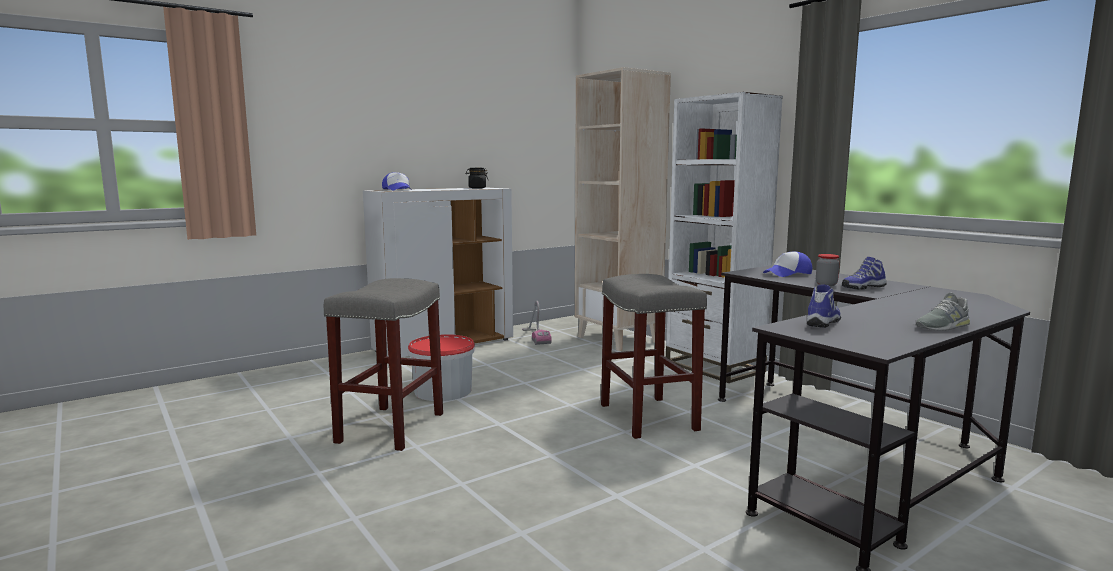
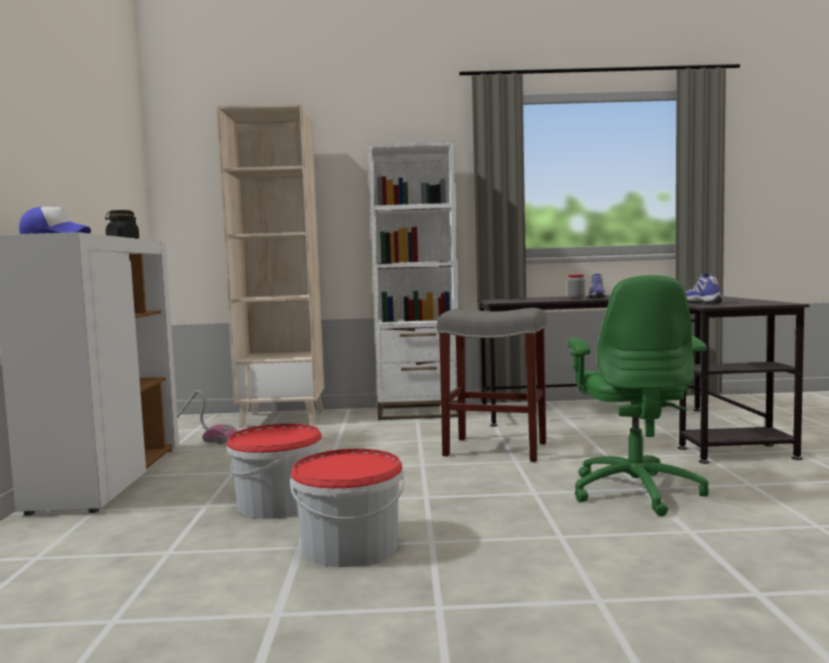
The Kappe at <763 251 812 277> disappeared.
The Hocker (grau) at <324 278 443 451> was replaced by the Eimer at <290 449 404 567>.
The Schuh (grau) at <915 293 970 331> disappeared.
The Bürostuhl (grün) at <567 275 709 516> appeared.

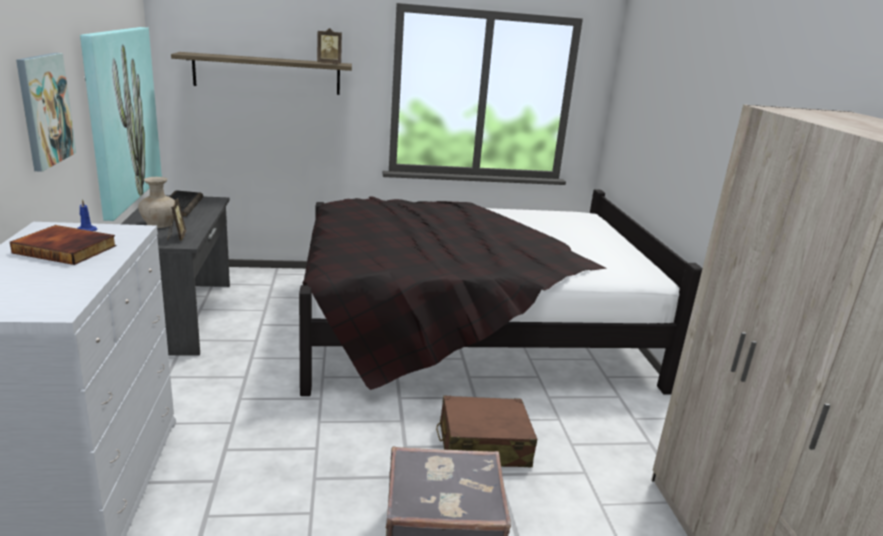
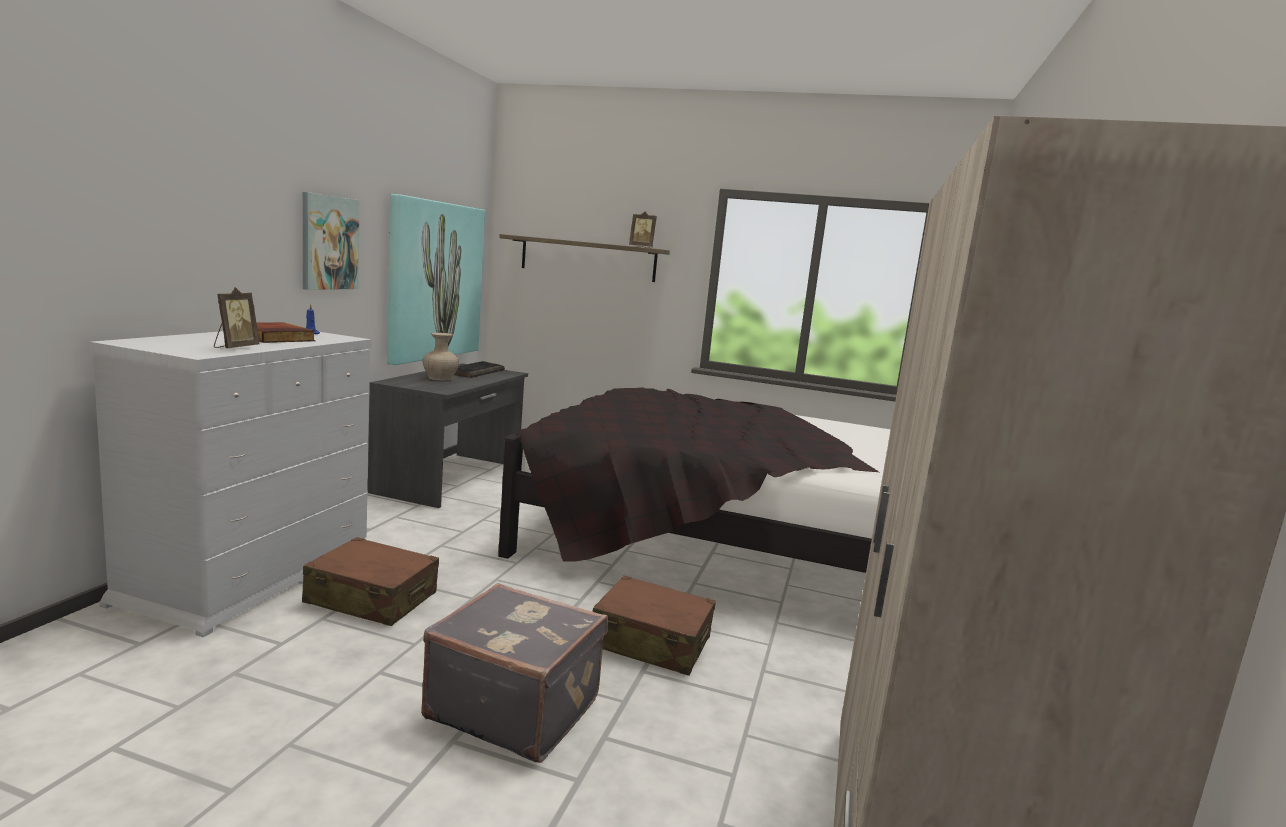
The Bilderrahmen moved from <167 199 186 241> to <214 287 259 348>.
The Koffer (braun) at <302 537 439 626> appeared.

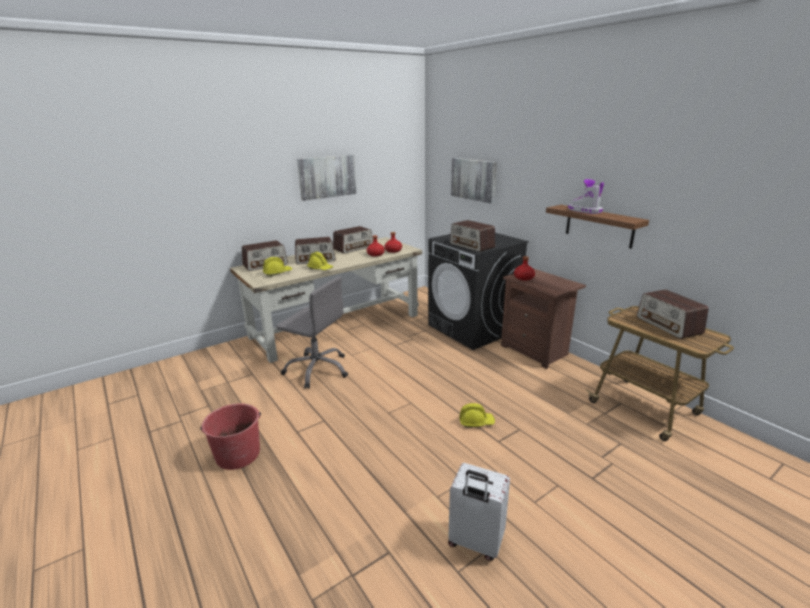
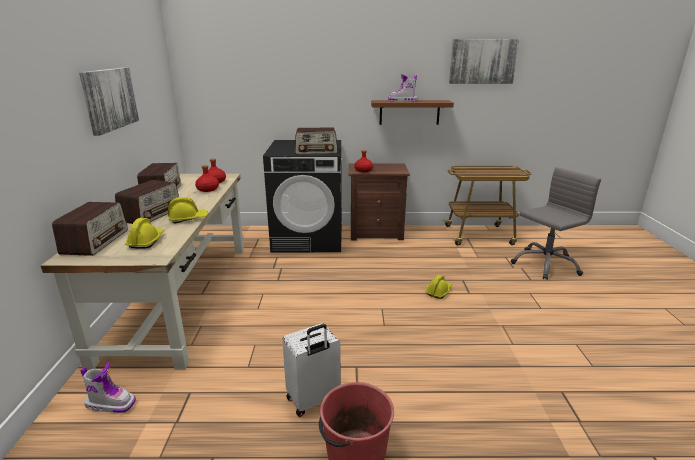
The Bild moved from <451 158 497 204> to <449 39 519 84>.
The Bürostuhl (grau) moved from <276 277 348 389> to <511 167 601 280>.
The Radio at <637 289 708 339> disappeared.
The Koffer (weiß) moved from <448 463 510 561> to <282 323 341 417>.
The Stiefel at <80 362 136 413> appeared.

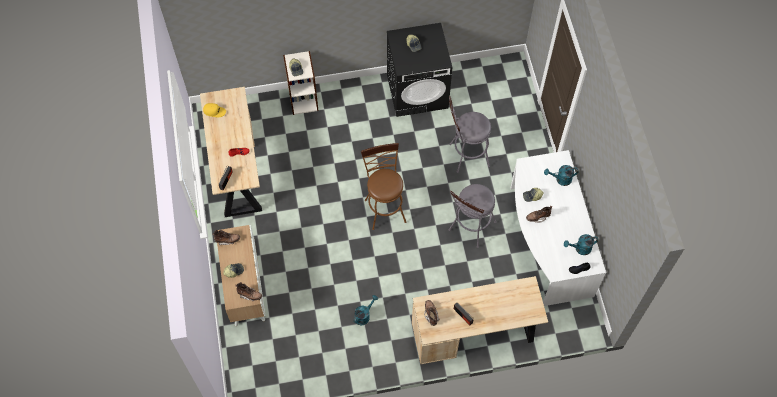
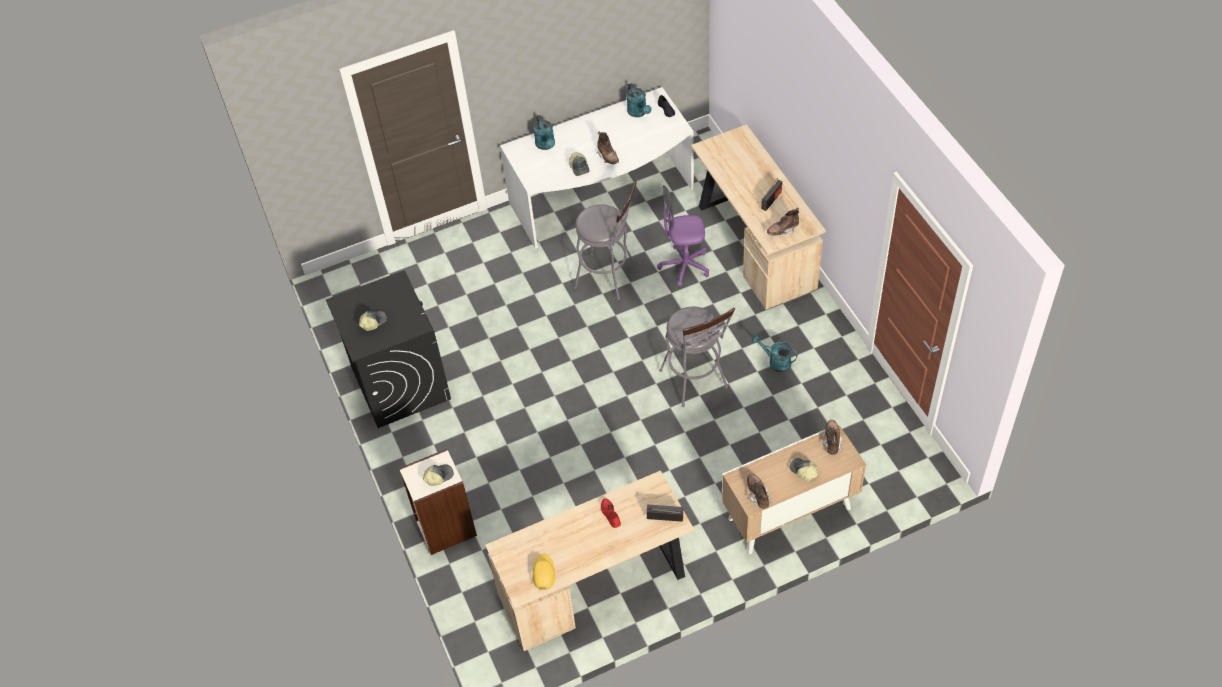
The Hocker (grau) moved from <449 96 491 173> to <659 307 735 407>.
The Hocker (braun) at <361 143 407 230> disappeared.
The Bürostuhl (lila) at <657 185 709 287> appeared.

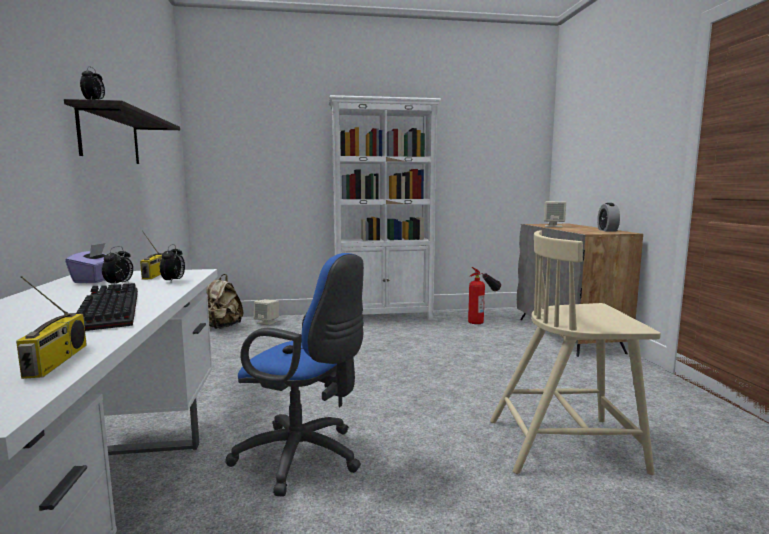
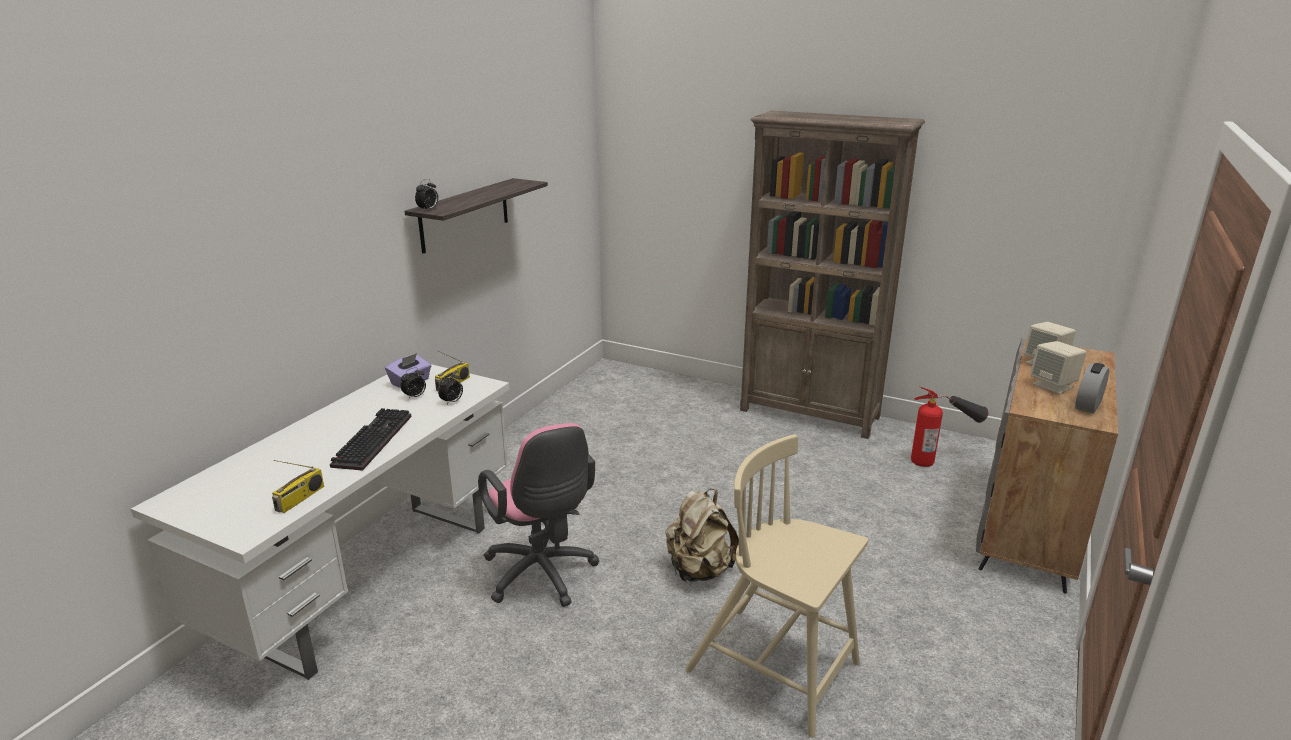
The Bücherregal (weiß) at <329 95 441 320> became the Bücherregal (braun) at <740 111 925 439>.
The Bürostuhl (blau) at <225 253 364 496> became the Bürostuhl (rosa) at <478 423 599 607>.
The Rucksack (beige) moved from <206 274 243 329> to <665 489 739 582>.
The Lautsprecher (beige) moved from <254 299 279 325> to <1030 341 1087 394>.

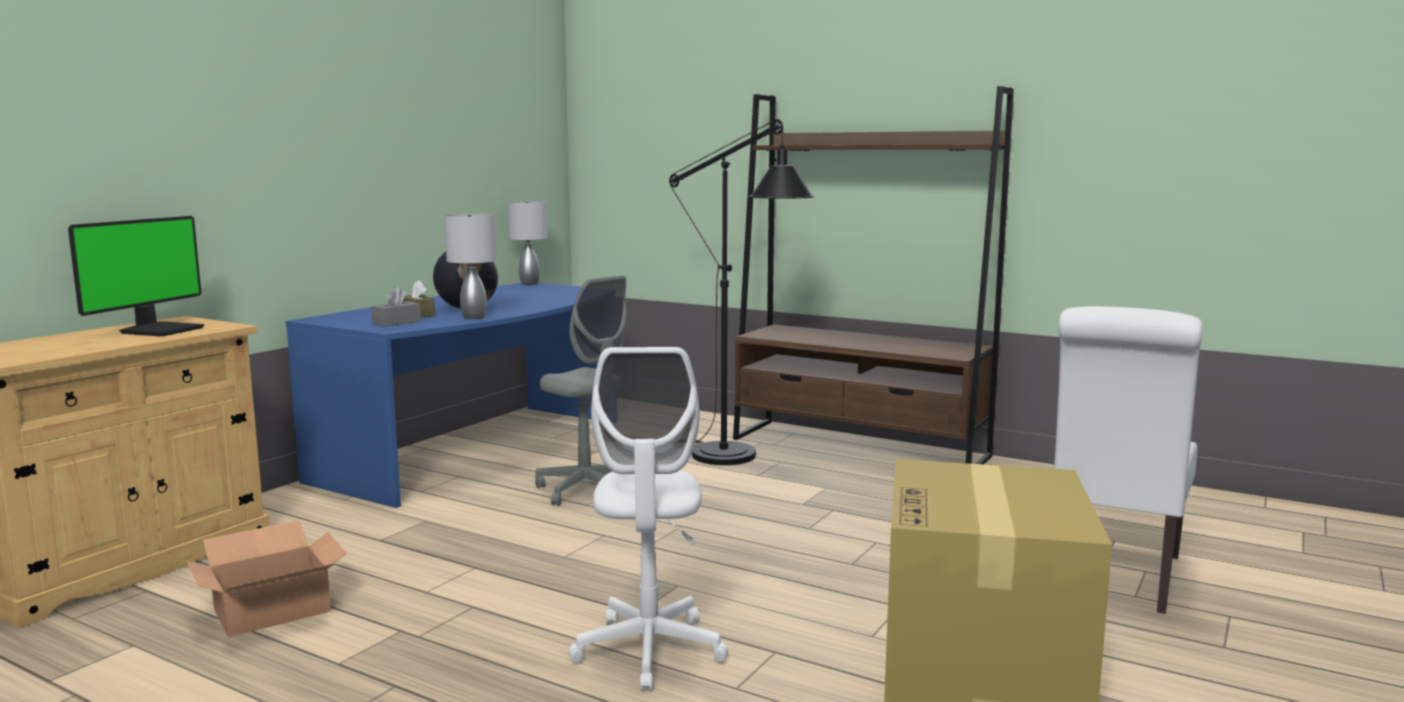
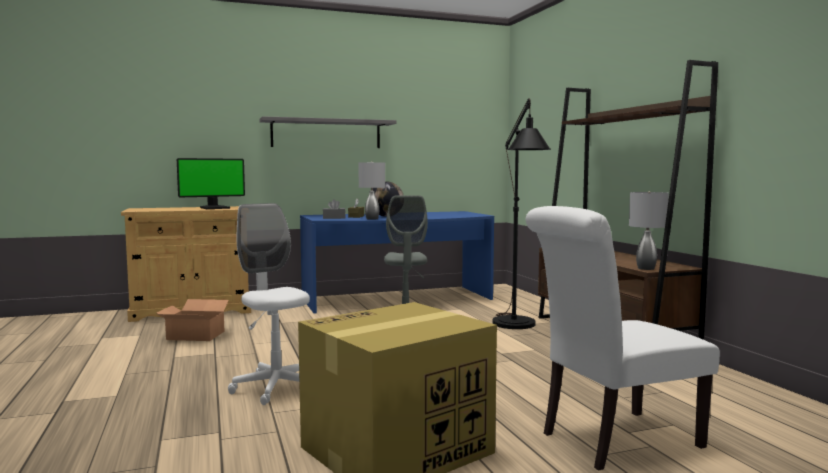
The Tischlampe (grau) moved from <507 201 548 285> to <629 191 669 270>.
The Bürostuhl (weiß) at <568 347 728 691> turned 105 degrees clockwise.
The Wandregal (grau) at <260 116 396 148> appeared.

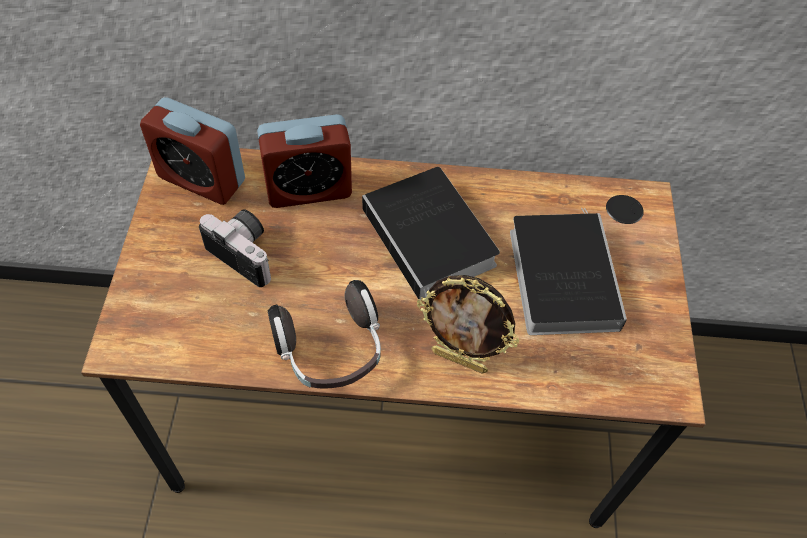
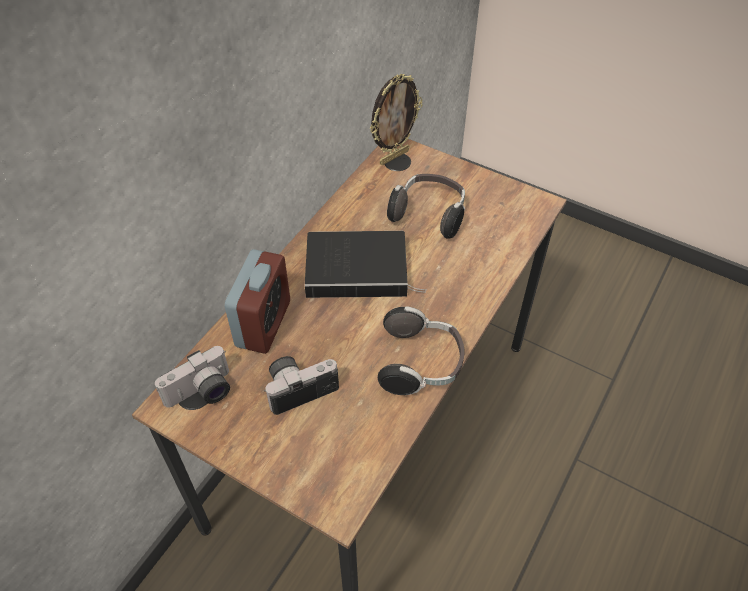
The Wecker at <140 97 245 205> was replaced by the Kamera at <155 346 230 408>.
The Buch at <510 208 627 335> was replaced by the Kopfhörer at <387 174 465 239>.
The Bilderrahmen moved from <417 275 519 374> to <370 74 422 165>.

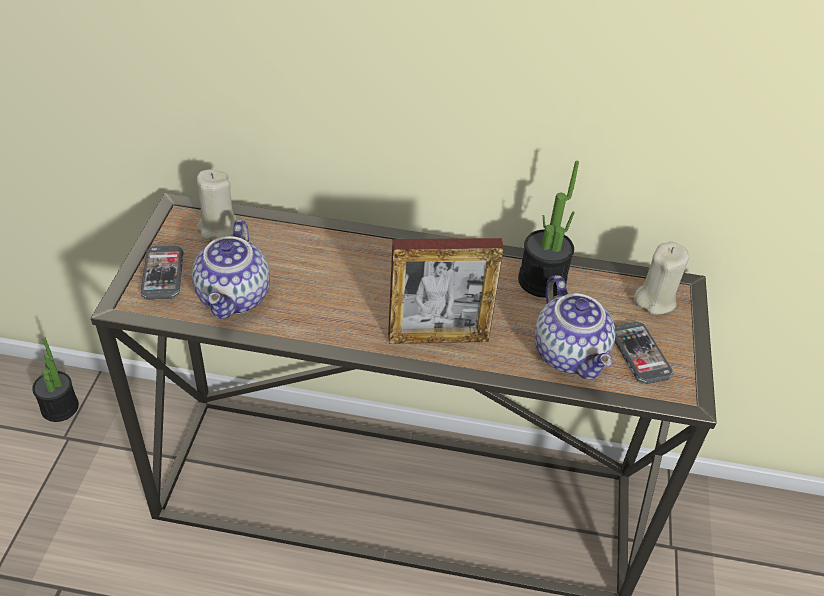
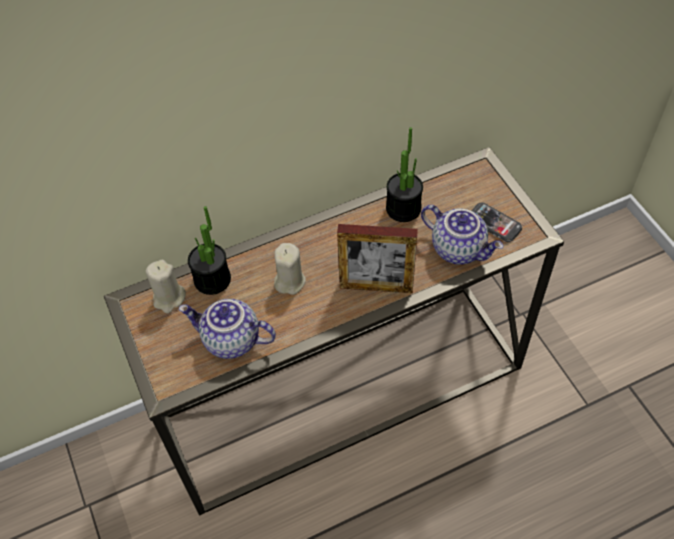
The Teekanne at <192 219 270 319> turned 135 degrees clockwise.
The Bilderrahmen at <388 238 504 344> turned 45 degrees clockwise.
The Kerze (beige) moved from <634 242 689 315> to <274 243 306 295>.
The Handy at <140 246 184 300> disappeared.
The Topfpflanze moved from <32 337 79 422> to <188 206 231 295>.

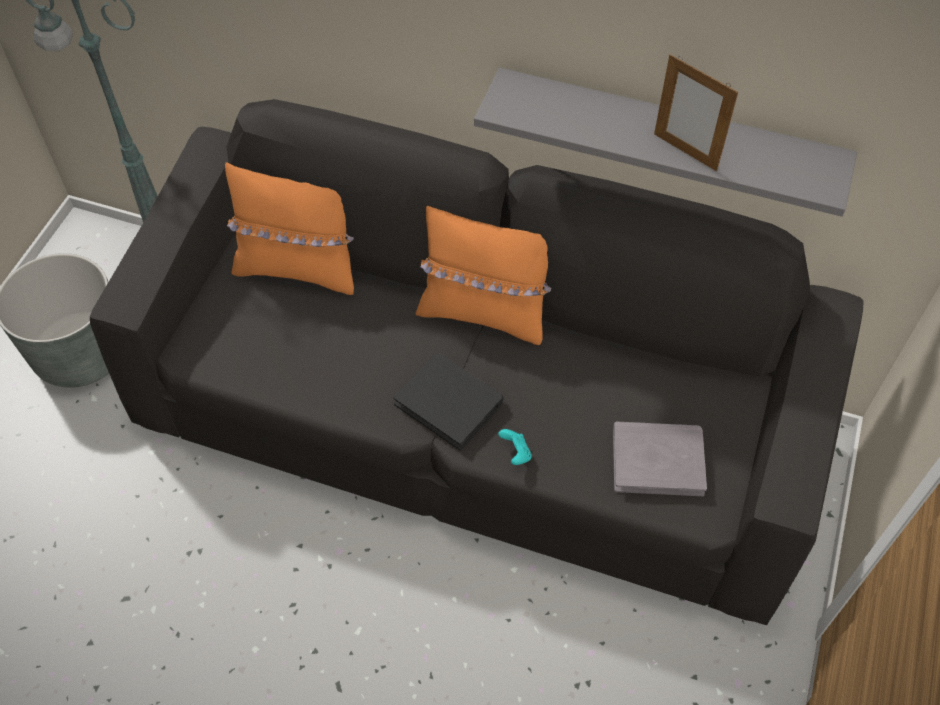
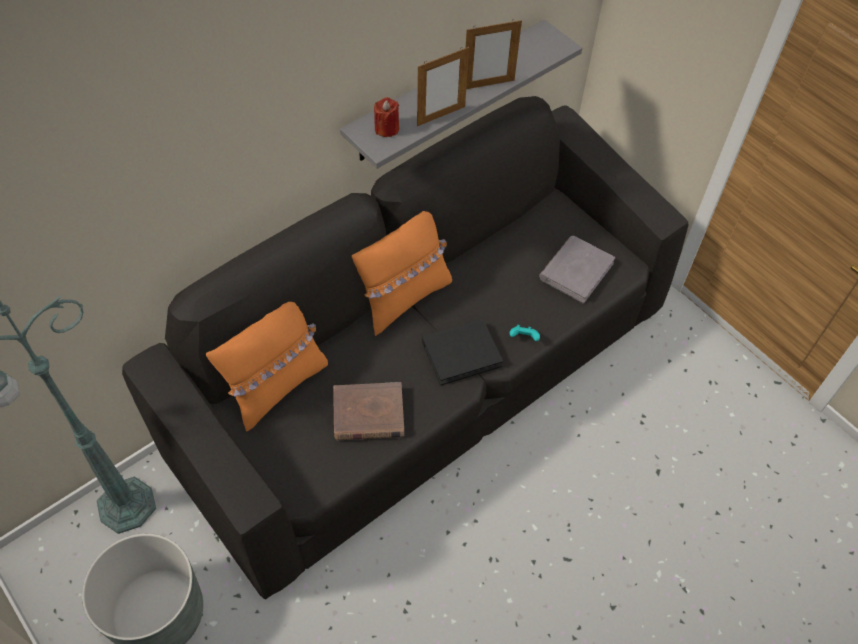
The Bilderrahmen at <417 47 469 126> appeared.
The Kerze (rot) at <374 97 399 137> appeared.
The Buch (braun) at <333 382 404 440> appeared.

